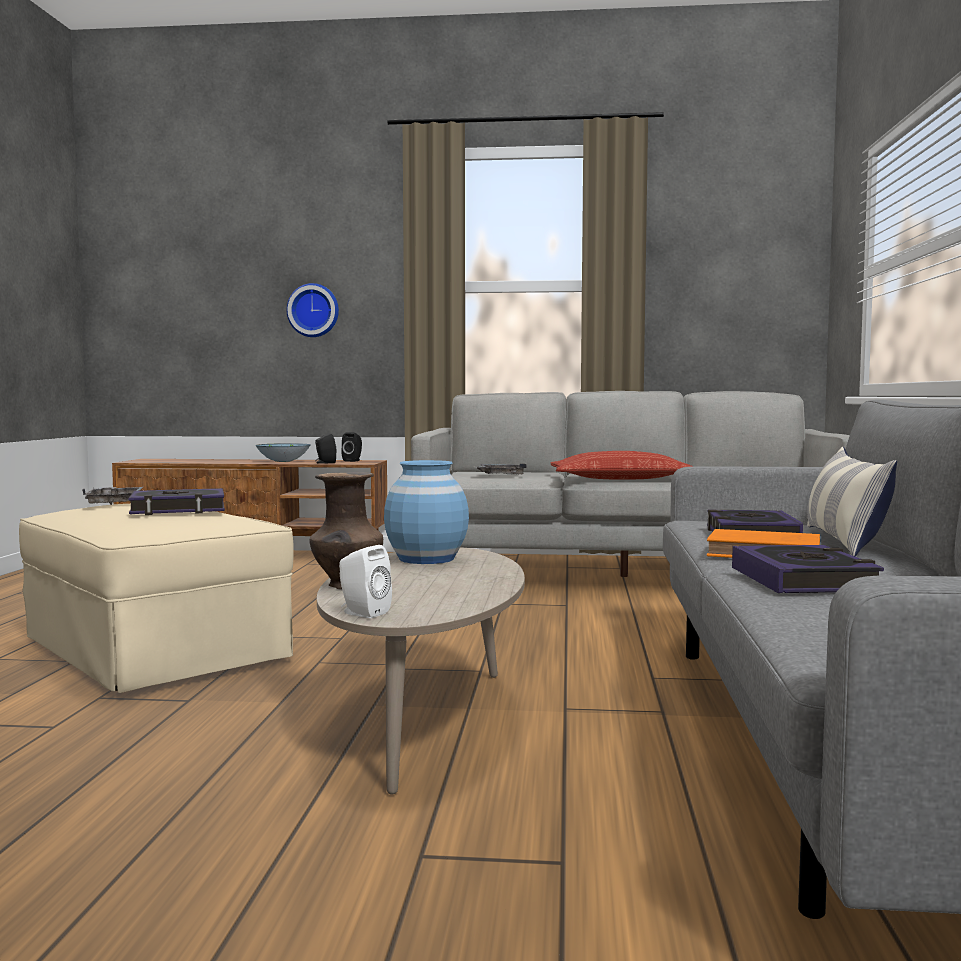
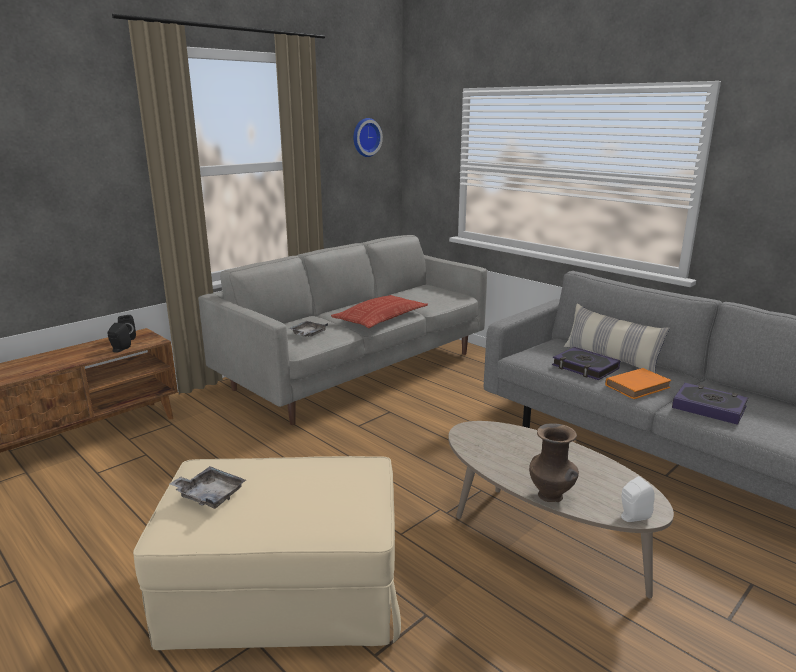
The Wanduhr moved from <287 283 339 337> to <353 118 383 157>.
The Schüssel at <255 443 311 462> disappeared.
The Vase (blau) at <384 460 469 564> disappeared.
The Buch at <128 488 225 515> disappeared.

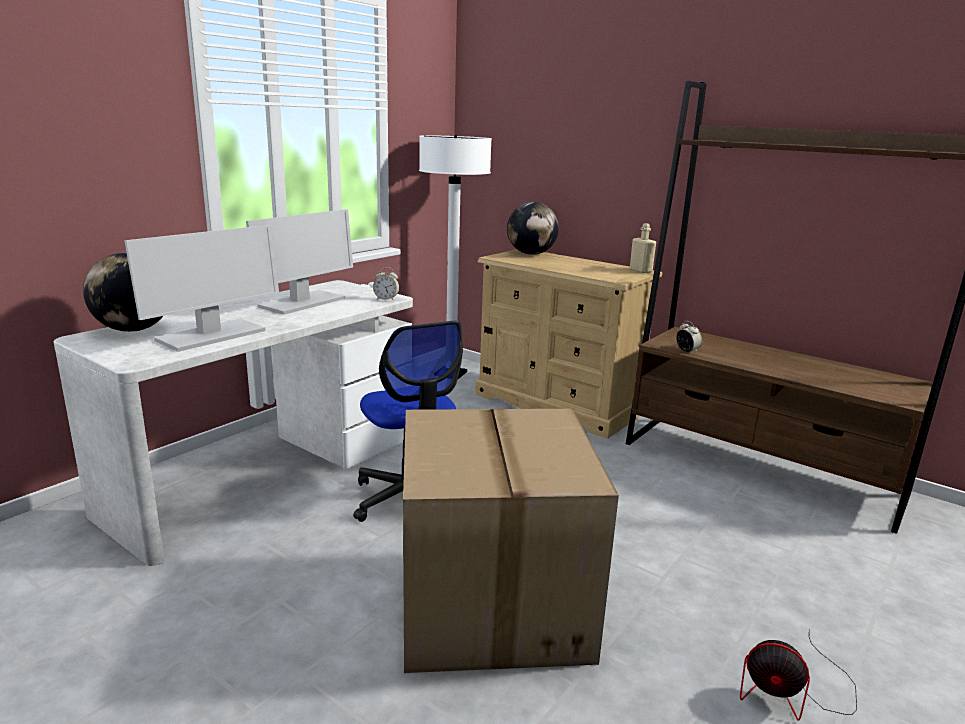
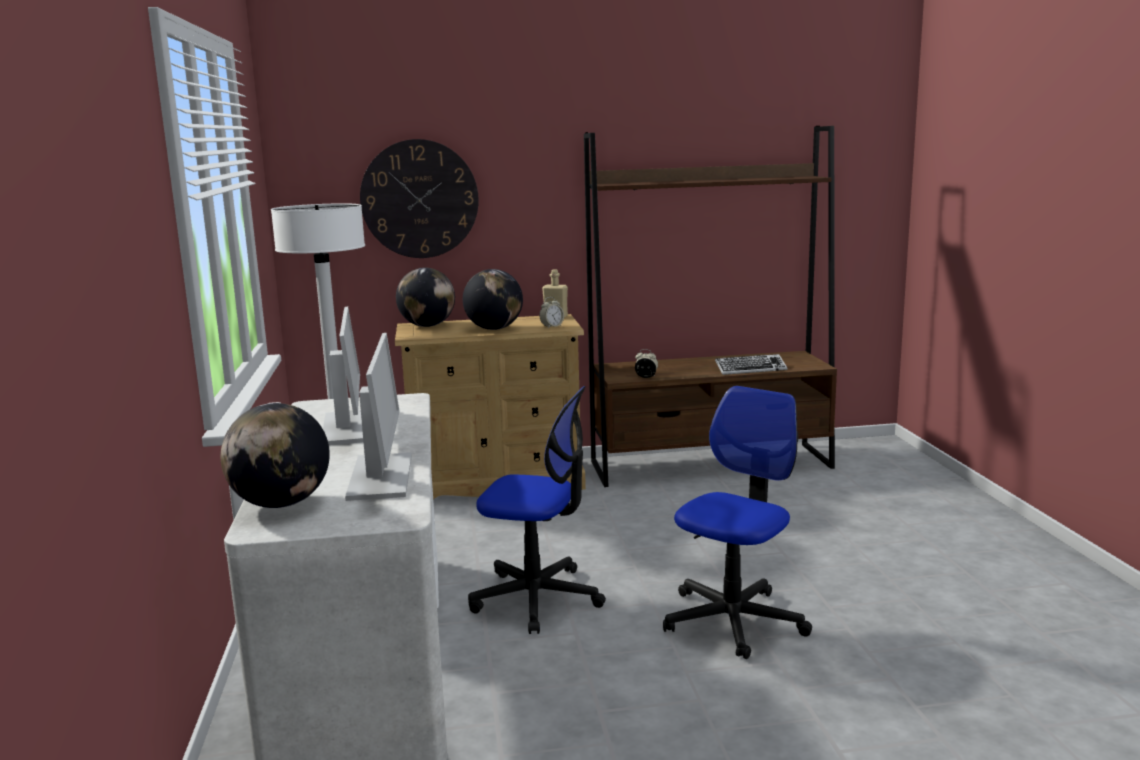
The Wecker moved from <373 267 399 301> to <539 297 564 328>.
The Karton at <403 409 619 673> was replaced by the Bürostuhl at <663 386 812 659>.
The Ventilator at <740 629 857 720> disappeared.
The Wanduhr at <360 139 479 258> appeared.
The Globus at <463 269 523 330> appeared.
The Tastatur at <715 354 787 375> appeared.

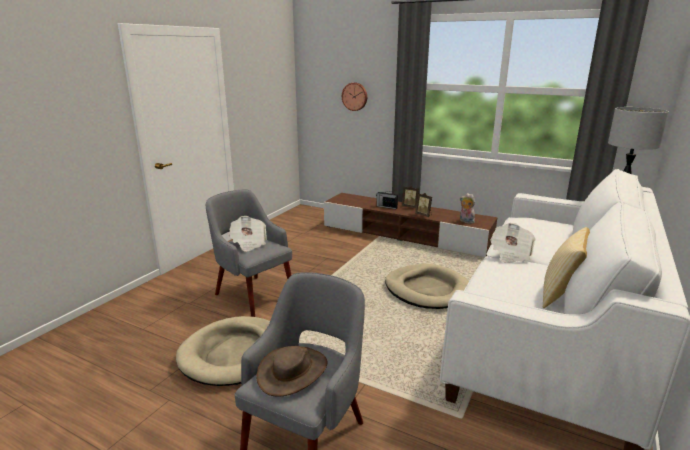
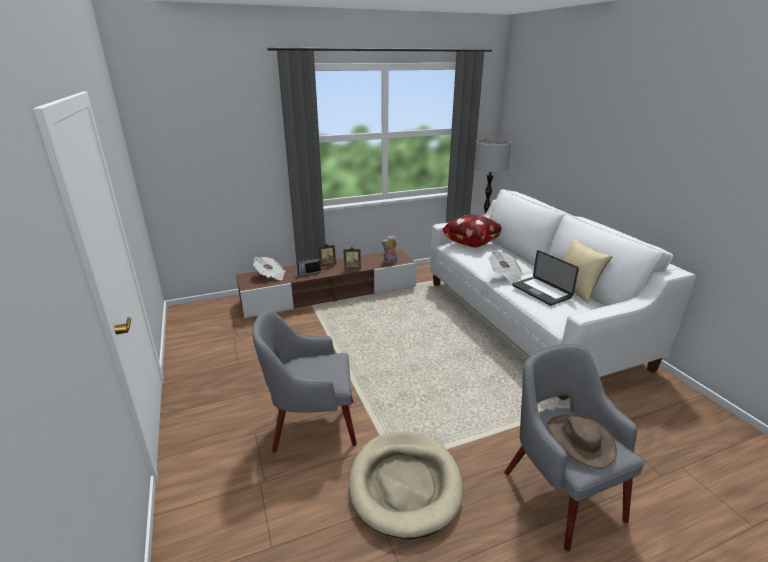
The Wanduhr at <342 83 367 111> disappeared.
The Zeitung moved from <228 216 267 252> to <253 257 286 280>.
The Hundebett (beige) at <385 264 469 309> disappeared.
The Kissen at <442 214 501 248> appeared.
The Laptop at <512 250 579 306> appeared.

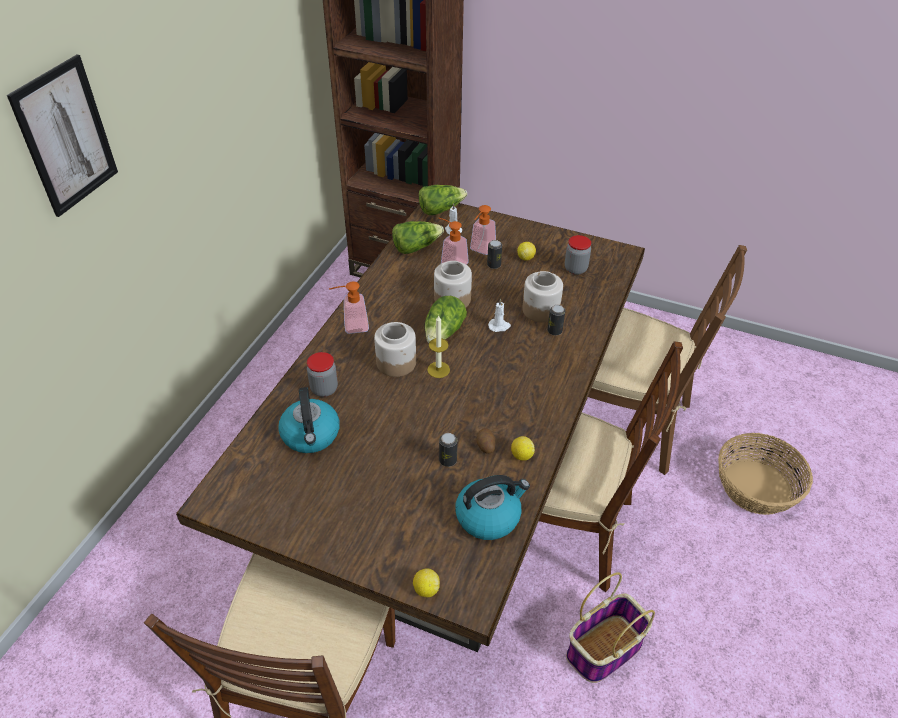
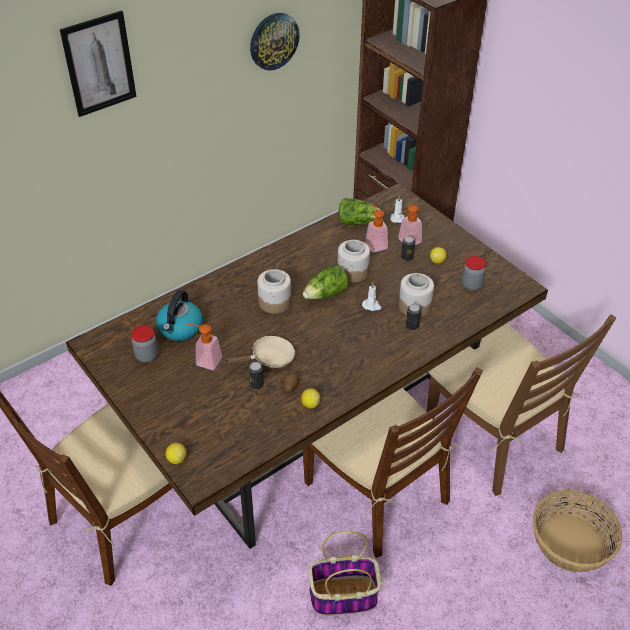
The Salatkopf at <419 185 467 215> disappeared.
The Seifenspender moved from <329 281 369 334> to <186 323 222 370>.
The Kerze at <427 315 450 378> disappeared.
The Vorratsglas moved from <307 352 338 397> to <131 325 158 363>.
The Wasserkessel at <455 475 530 540> disappeared.
The Wanduhr at <250 13 300 70> appeared.
The Pfanne (beige) at <223 336 295 368> appeared.

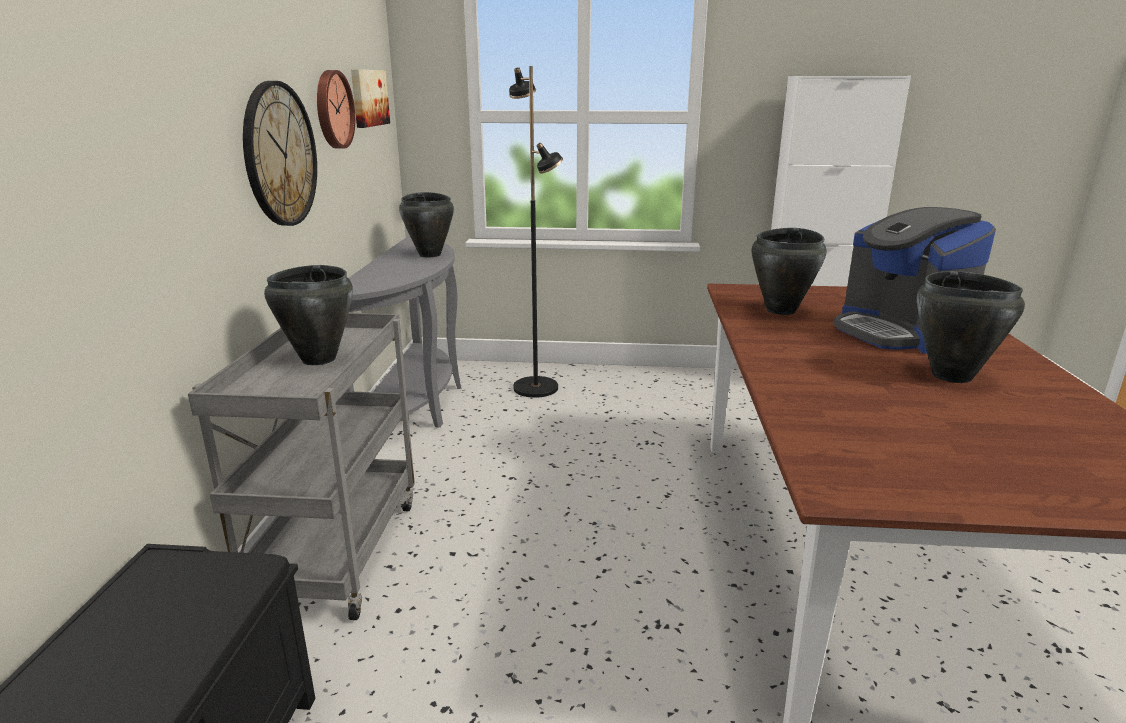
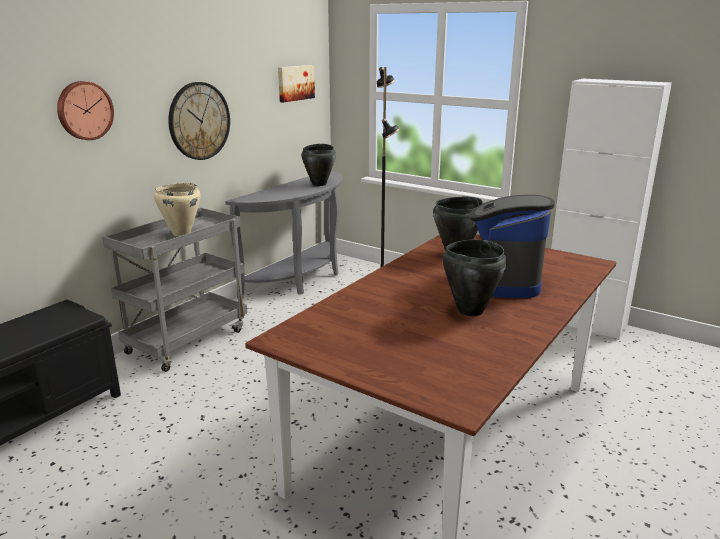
The Wanduhr moved from <317 70 355 149> to <57 81 114 140>.
The Kochtopf (schwarz) at <264 265 353 365> became the Kochtopf (beige) at <154 183 201 236>.

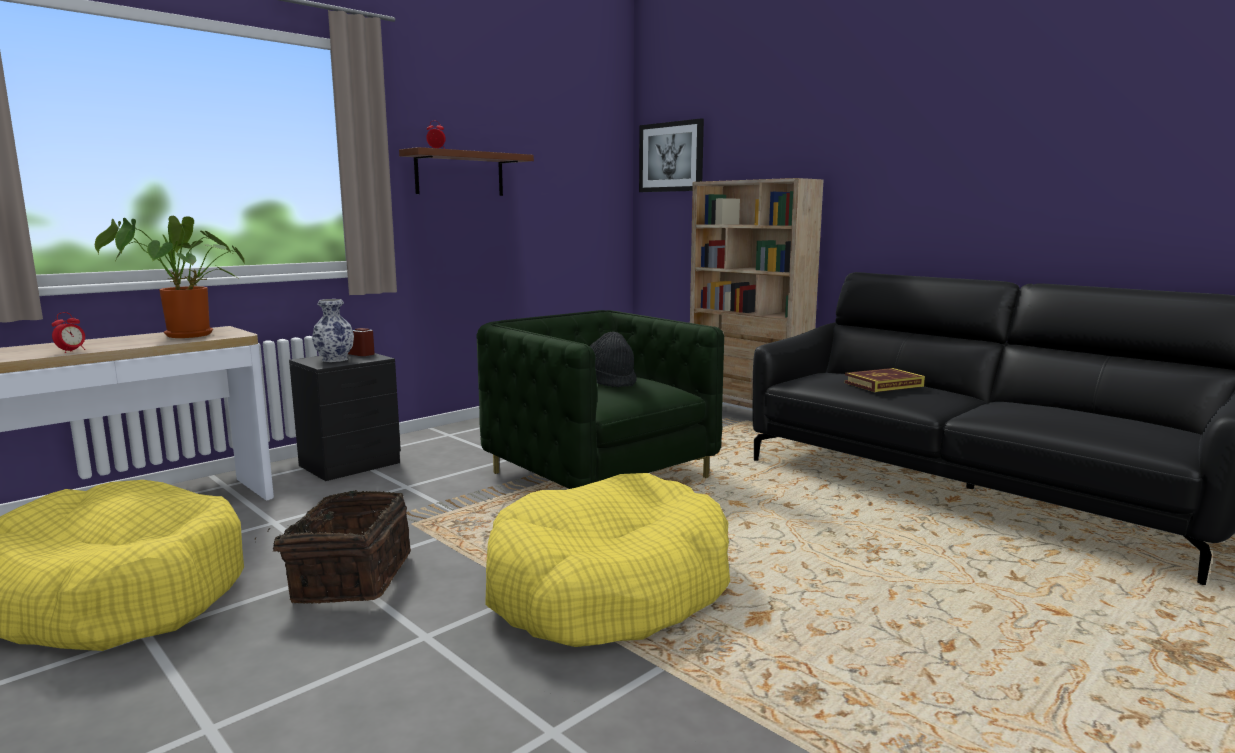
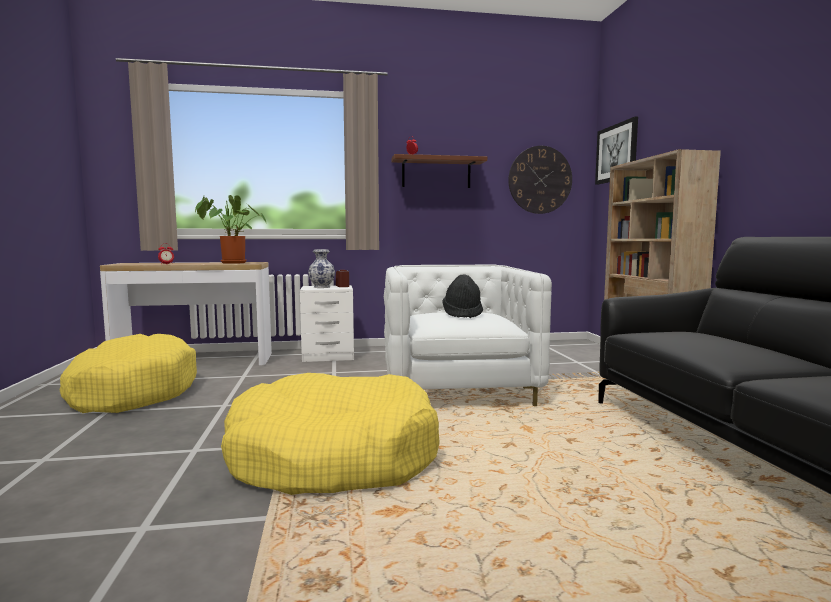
The Sessel (grün) at <477 310 724 489> became the Sessel (weiß) at <384 264 552 406>.
The Nachttisch (schwarz) at <289 353 401 481> became the Nachttisch (weiß) at <300 285 354 362>.
The Buch at <845 368 925 392> disappeared.
The Korb at <255 490 411 604> disappeared.
The Wanduhr at <508 146 572 214> appeared.

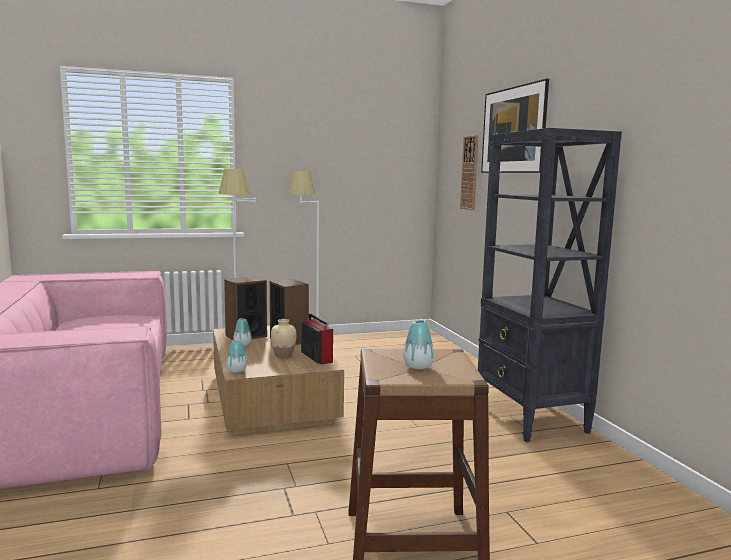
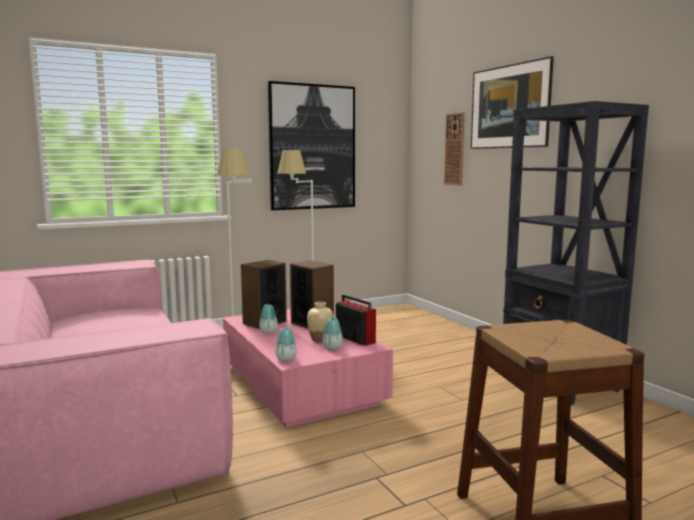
The Vase moved from <403 320 434 369> to <323 317 343 350>.
The Couchtisch (braun) at <213 326 344 435> became the Couchtisch (rosa) at <223 309 393 428>.
The Bild at <268 81 355 210> appeared.

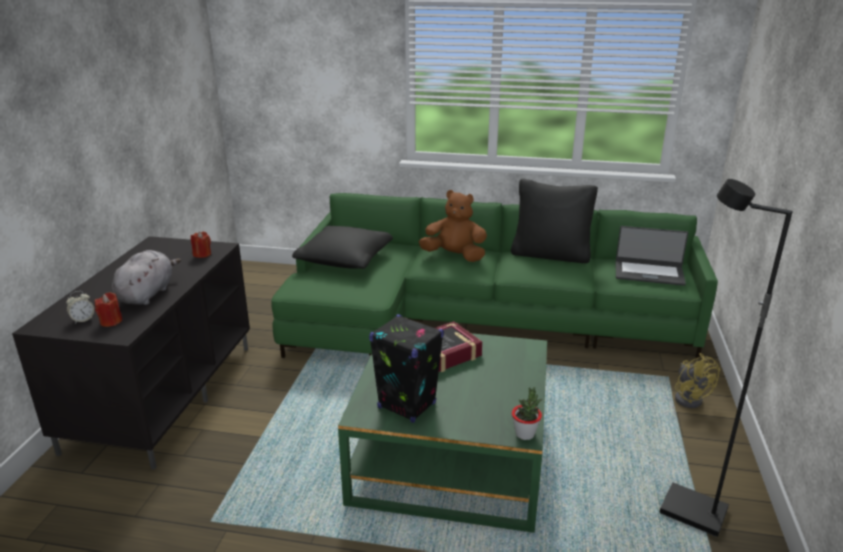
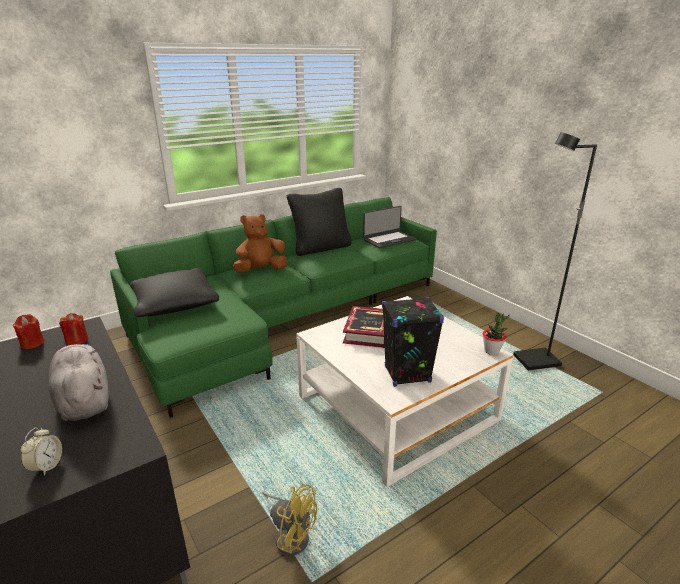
The Kerze (rot) moved from <94 292 122 327> to <13 314 44 349>.
The Couchtisch (grün) at <338 333 547 533> became the Couchtisch (weiß) at <296 296 513 487>.
The Ventilator (gelb) moved from <674 353 720 408> to <262 484 317 556>.

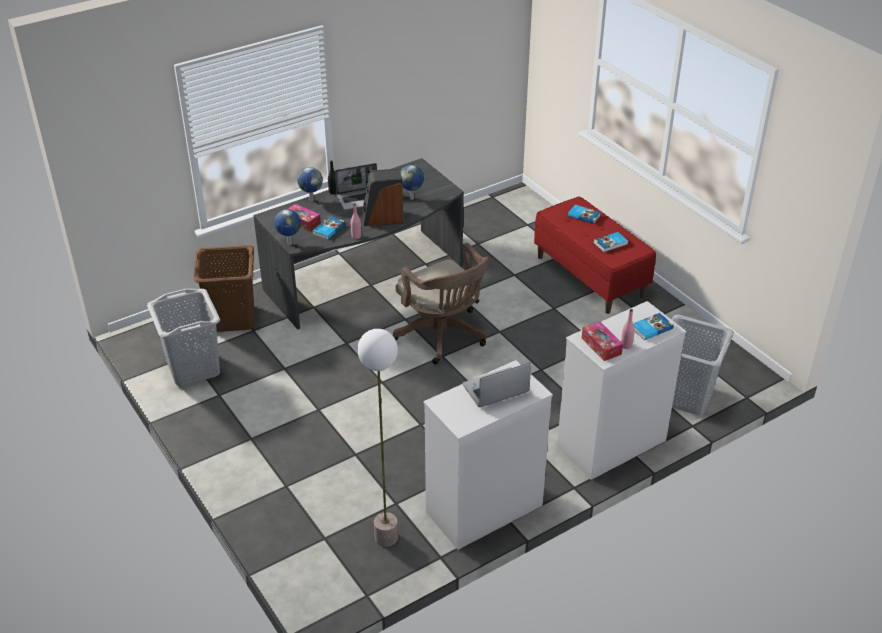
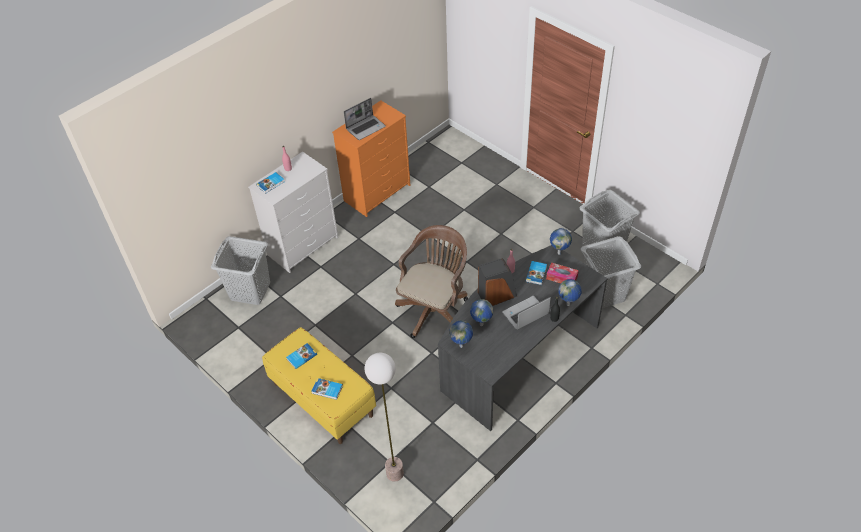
The Bank (rot) at <534 196 656 314> became the Bank (gelb) at <262 327 376 444>.
The Bürostuhl (braun) at <393 243 488 364> turned 75 degrees clockwise.
The Wäschekorb (braun) at <193 245 254 332> became the Wäschekorb (grau) at <581 236 641 308>.
The Taschentuchbox at <582 322 623 361> disappeared.
The Stehlampe moved from <357 329 398 547> to <365 353 404 482>.
The Kommode (weiß) at <423 360 553 550> became the Kommode (orange) at <332 101 410 217>.
The Globus at <449 321 473 348> appeared.

